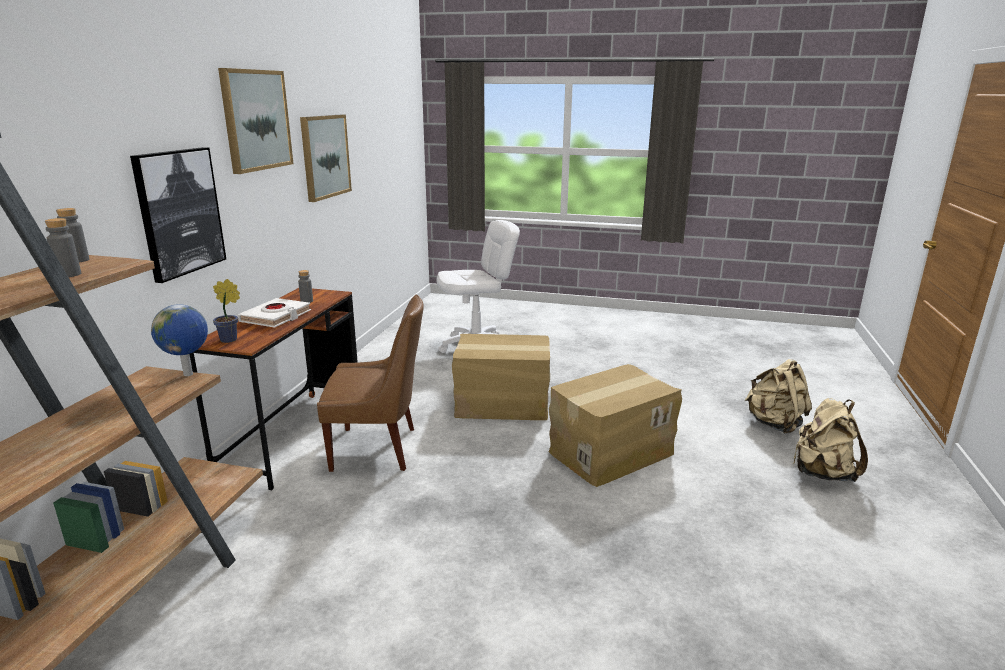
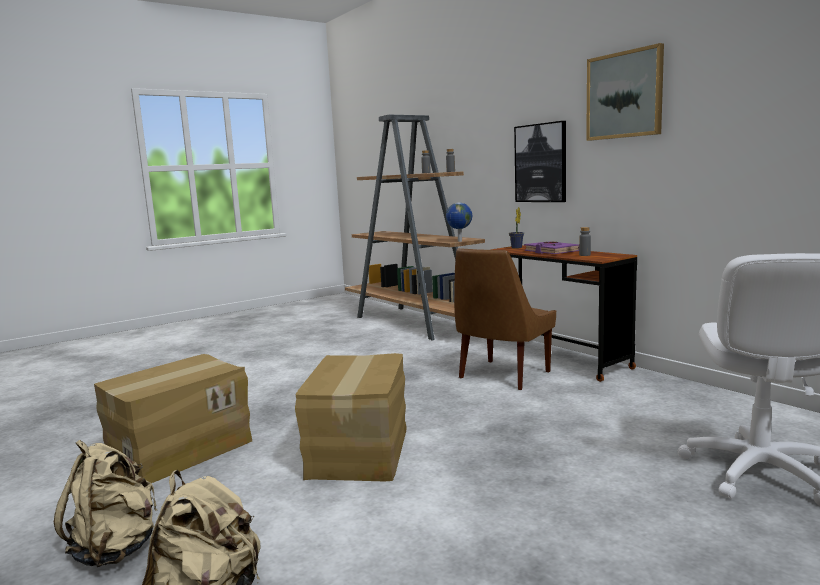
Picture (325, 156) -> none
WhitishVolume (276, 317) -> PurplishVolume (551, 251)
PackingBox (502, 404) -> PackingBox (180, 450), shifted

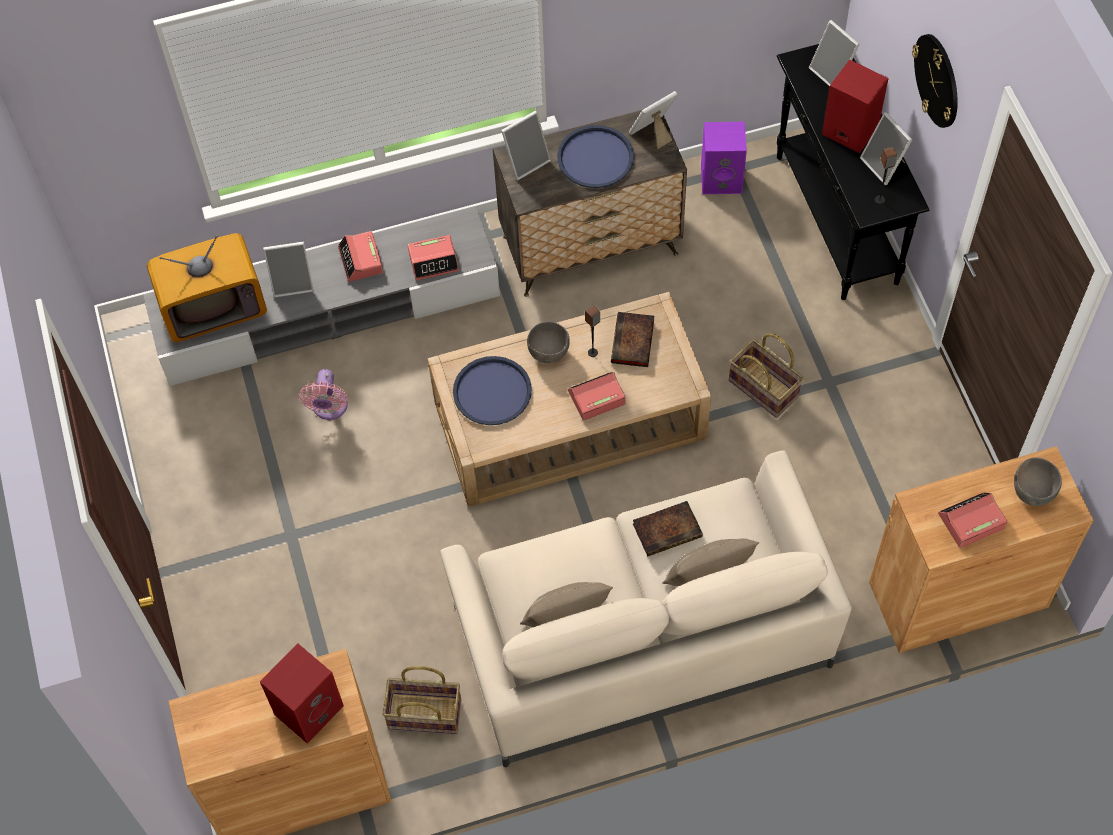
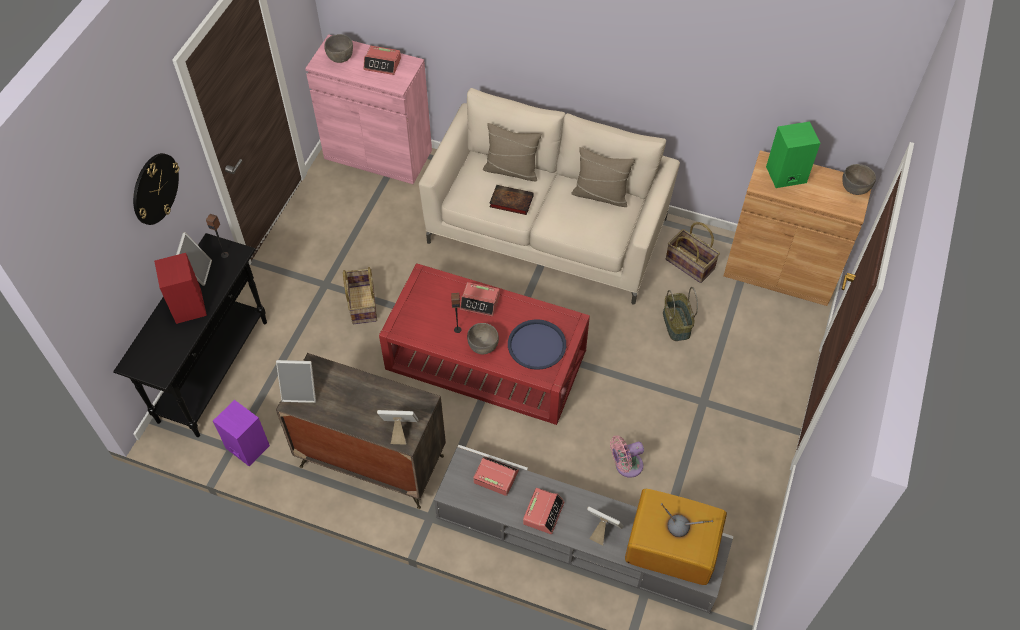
StandingFrame (833, 73) -> none
BluishServingTray (595, 157) -> none
SandColouredLowTable (570, 421) -> ReddishLowTable (486, 358)
Volume (633, 343) -> none
PinkColouredElectricFan (329, 408) -> PinkColouredElectricFan (626, 466), 150 degrees counterclockwise
BrownColouredCupboard (958, 595) -> PinkColouredCupboard (378, 154)
ReddishAudioSpeaker (309, 708) -> GreenishAudioSpeaker (785, 175)
none -> GrayDeepDish (854, 189)
none -> HouseholdBasket (675, 323)

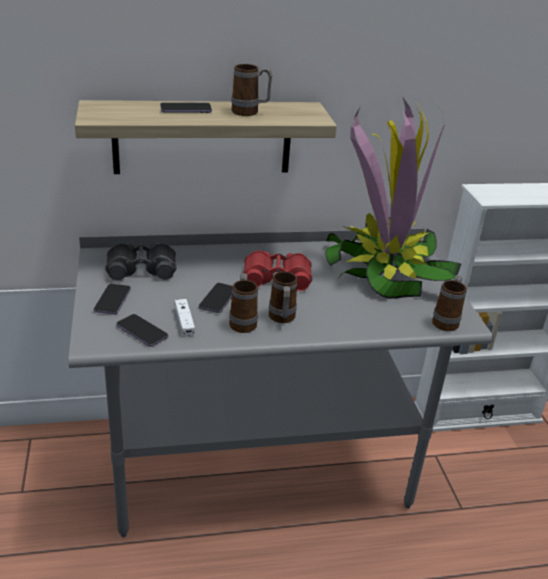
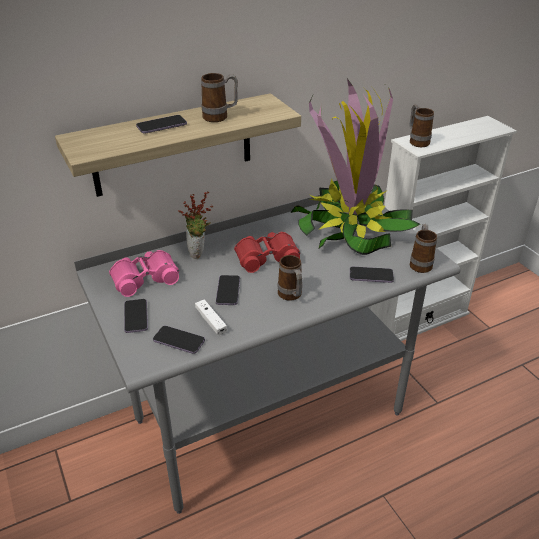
BlackBinoculars (141, 268) -> PinkColouredBinoculars (145, 278)
CoffeeMug (243, 321) -> CoffeeMug (417, 141), shifted
none -> Houseplant (199, 253)
none -> Handset (371, 276)

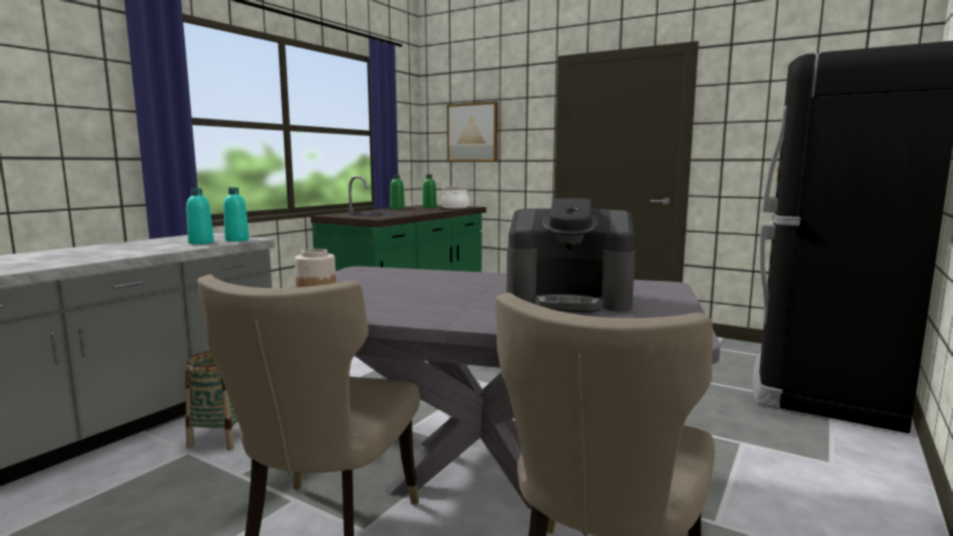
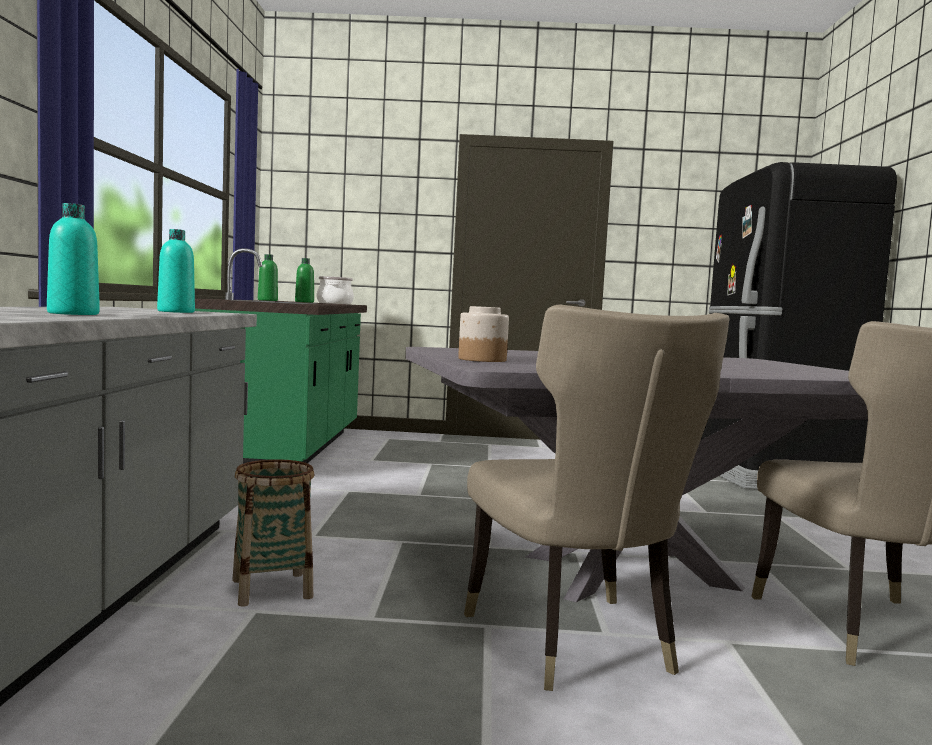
Picture (473, 132) -> none
TurquoiseDrinkBottle (237, 240) -> TurquoiseDrinkBottle (73, 314), shifted
CoffeeBrewer (569, 299) -> none

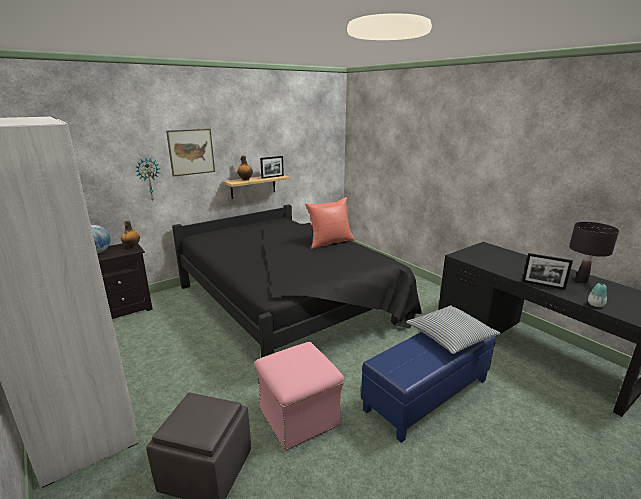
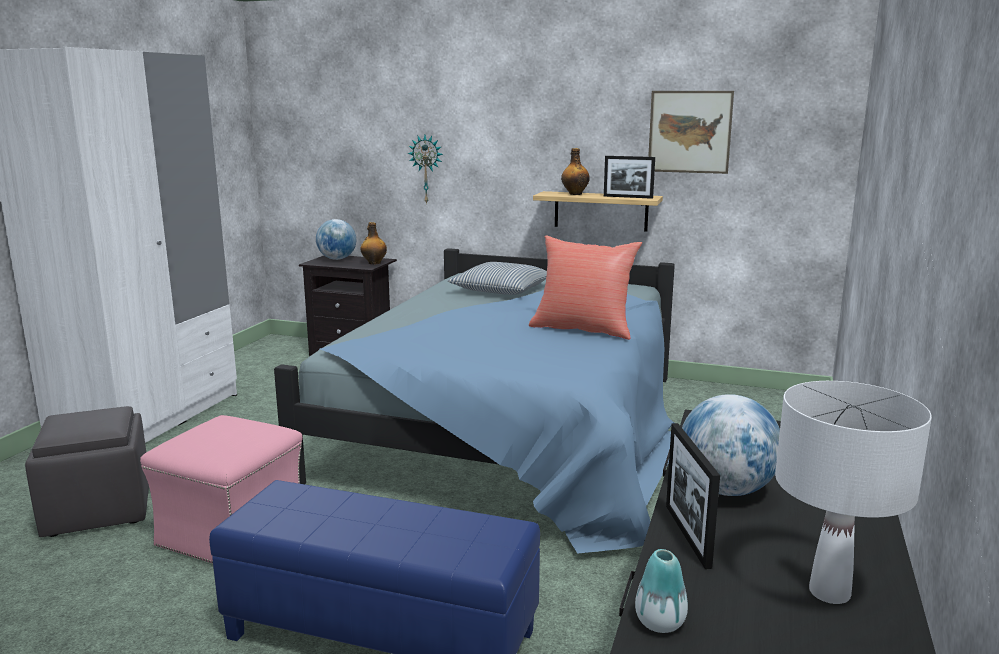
Picture (191, 152) -> Picture (689, 132), shifted
BlackSleepingBed (290, 303) -> BluishSleepingBed (515, 430)
BlackTabletopLamp (581, 281) -> WhitishTabletopLamp (829, 593)
Cushion (450, 336) -> Cushion (501, 290), shifted
none -> WorldGlobe (726, 490)

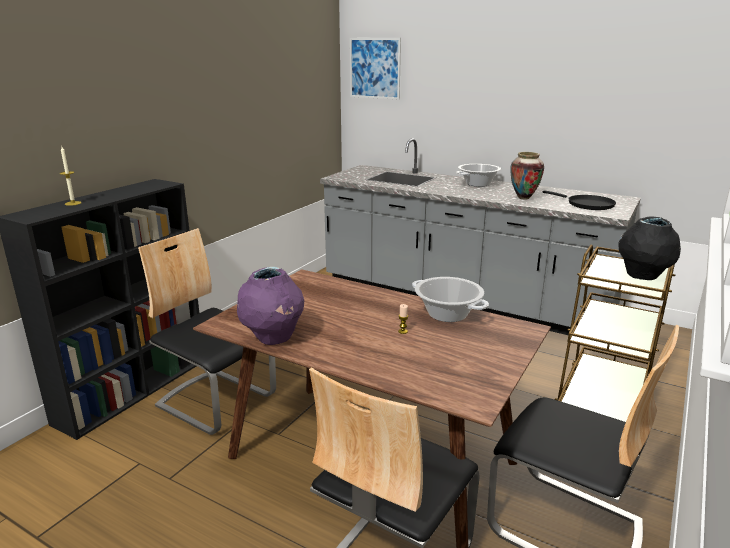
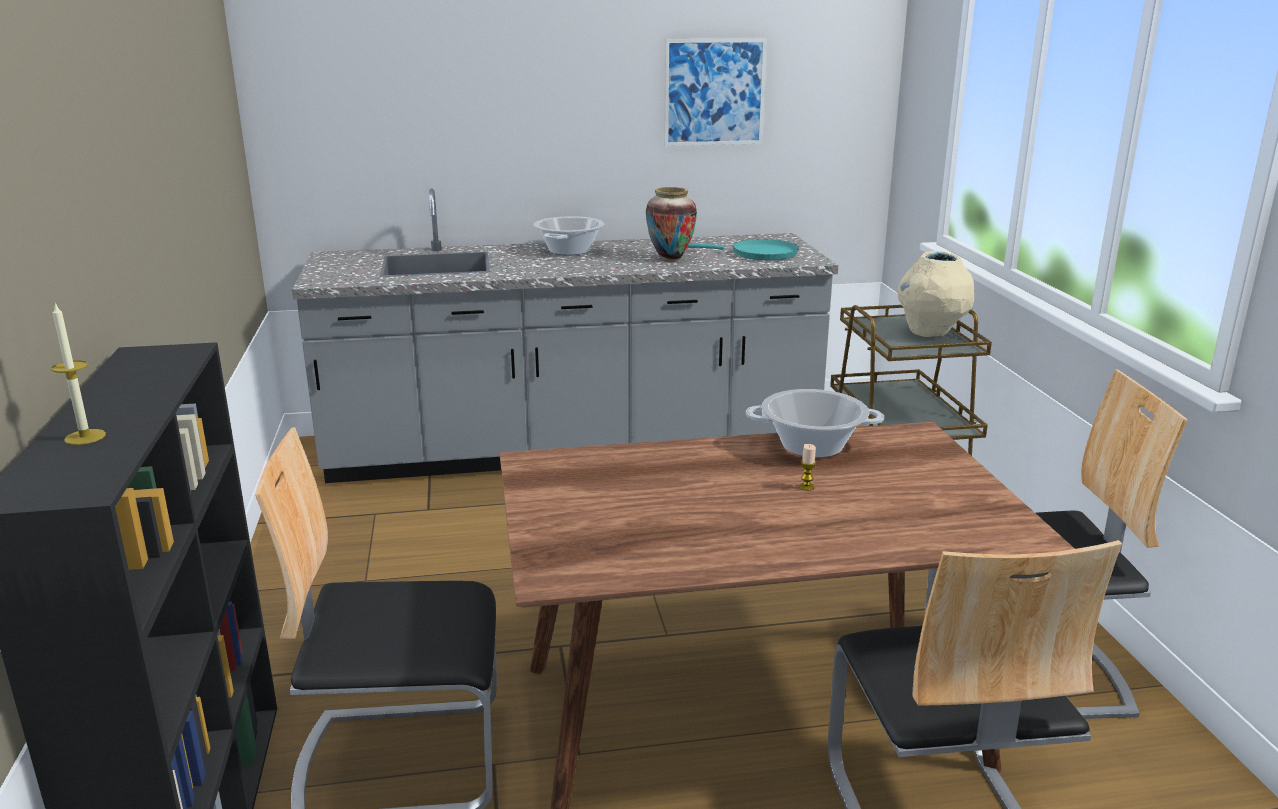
Picture (374, 68) -> Picture (714, 92), shifted
BlackPan (587, 204) -> TurquoisePan (759, 254)
BlackVase (643, 276) -> SandColouredVase (930, 333)
PurplishVase (273, 338) -> none

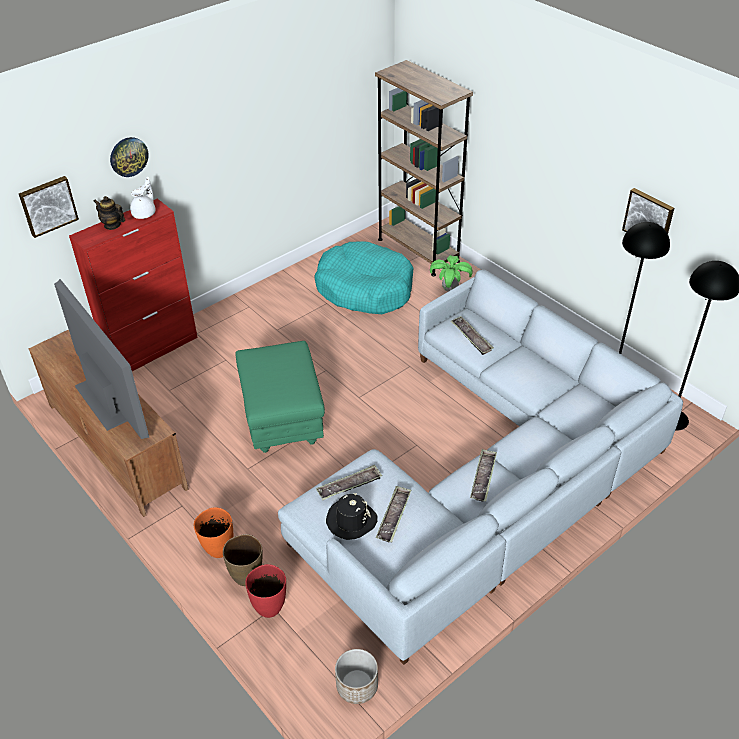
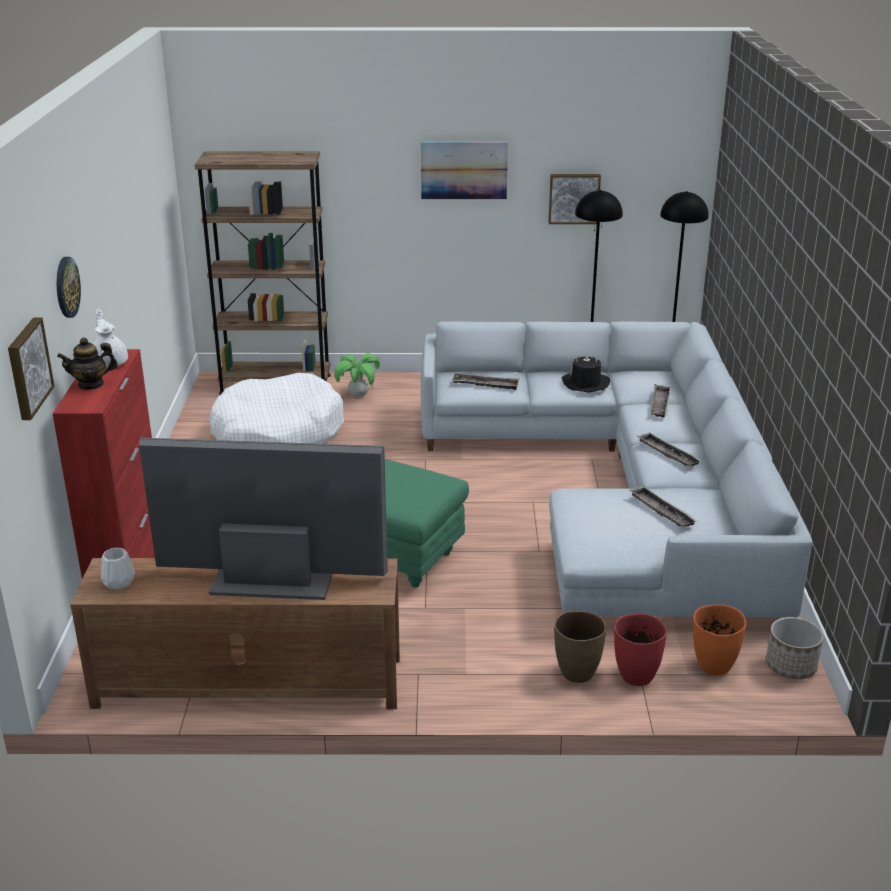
TurquoiseDogCushion (365, 288) -> WhitishDogCushion (277, 431)
ServingTray (349, 485) -> ServingTray (660, 404), shifted
BlackWearableHat (351, 520) -> BlackWearableHat (585, 383), shifted
OrangeColouredVase (218, 549) -> OrangeColouredVase (713, 666), shifted
none -> Picture (464, 170)
none -> WhitishVase (118, 583)

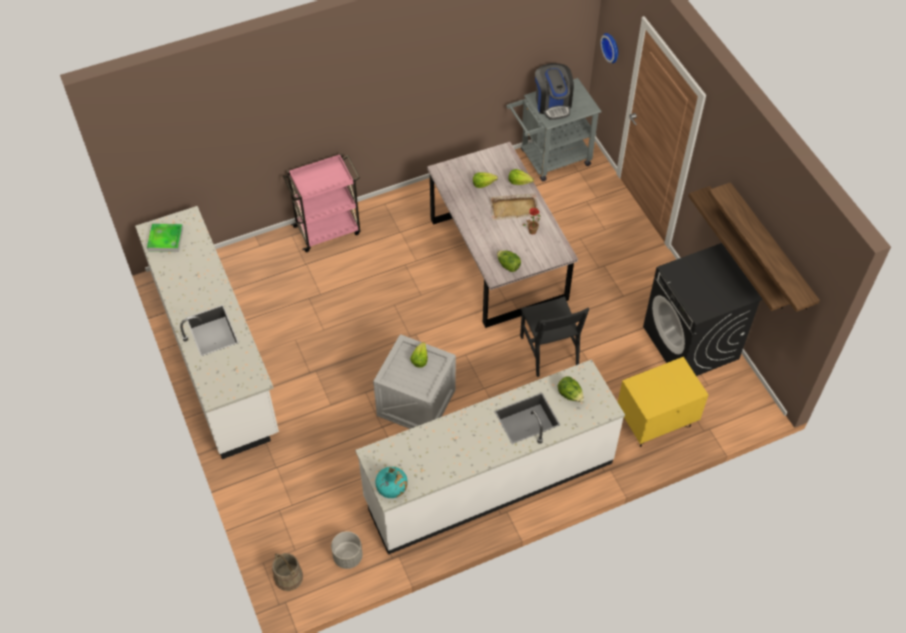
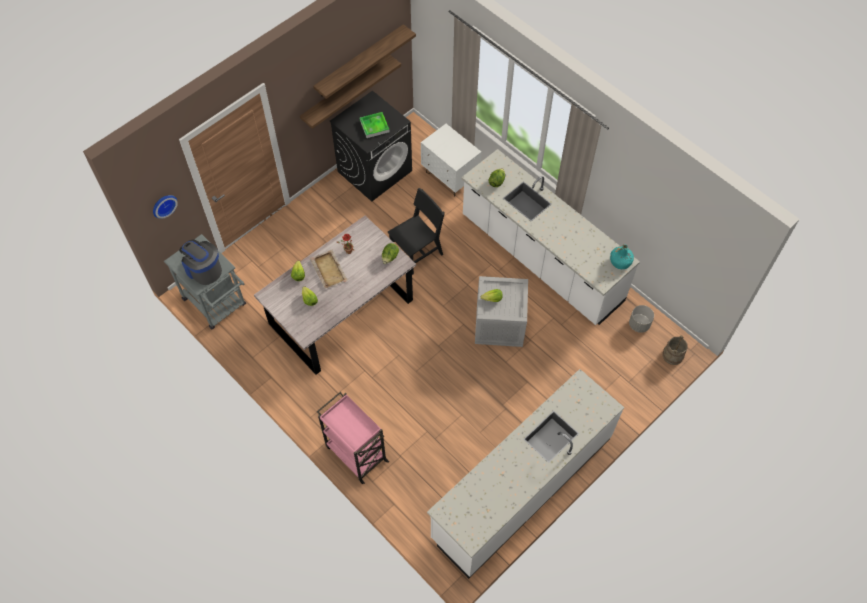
CoffeeBrewer (553, 104) -> CoffeeBrewer (203, 270), 105 degrees counterclockwise
ServingTray (165, 239) -> ServingTray (374, 126), shifted
YellowishBedsideTable (655, 422) -> WhitishBedsideTable (450, 177)

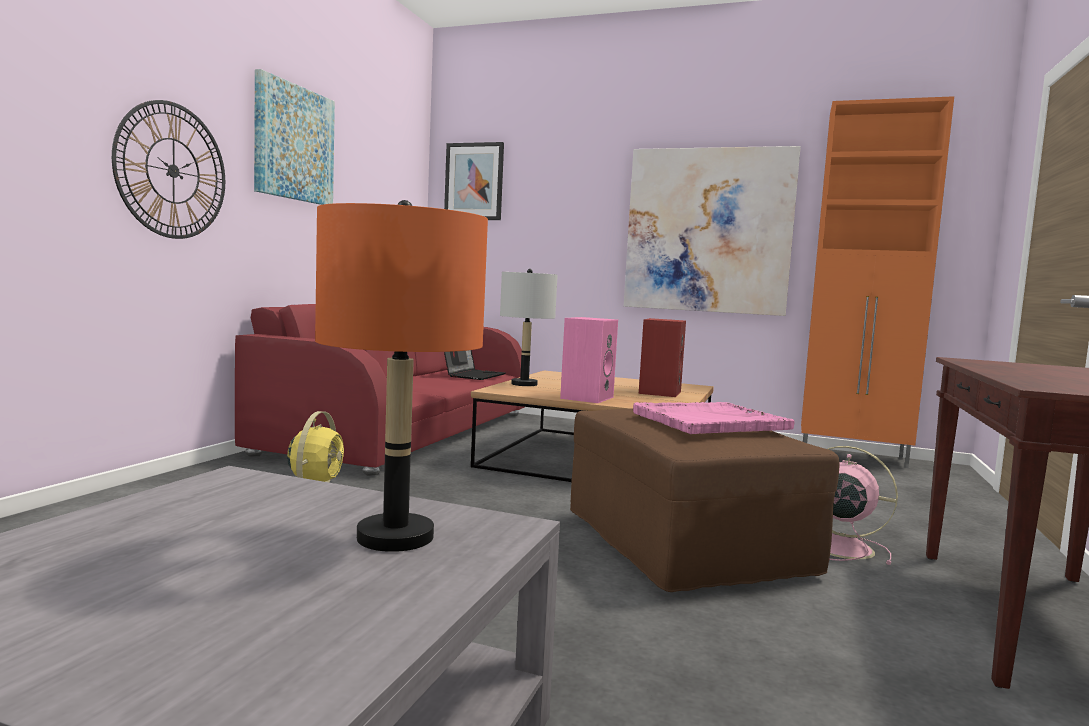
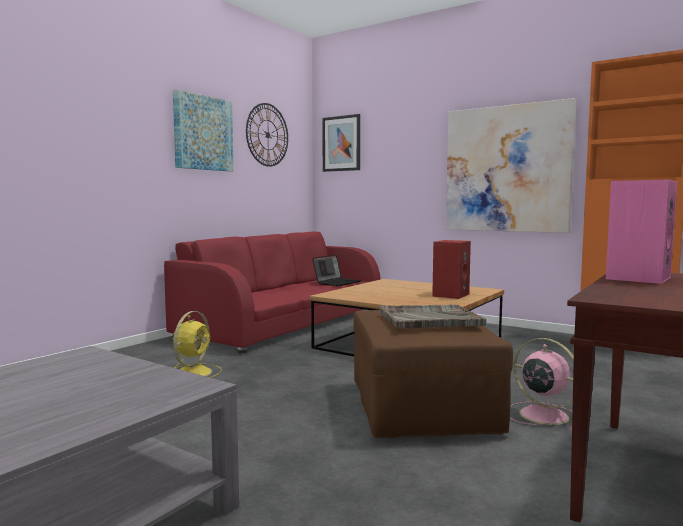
HangingClock (173, 171) -> HangingClock (267, 135), shifted
OrangeColouredTabletopLamp (395, 537) -> none
GrayTabletopLamp (524, 384) -> none
PinkColouredAudioSpeaker (586, 397) -> PinkColouredAudioSpeaker (637, 278), shifted
PinkColouredServingTray (709, 421) -> GrayServingTray (428, 319)

